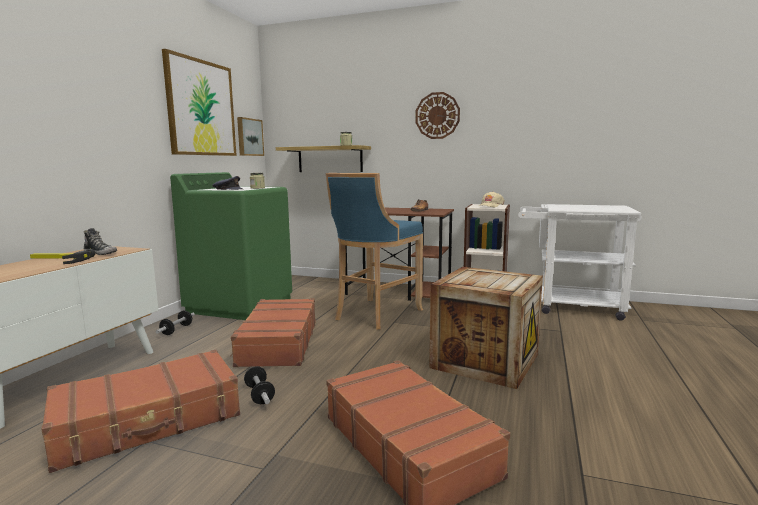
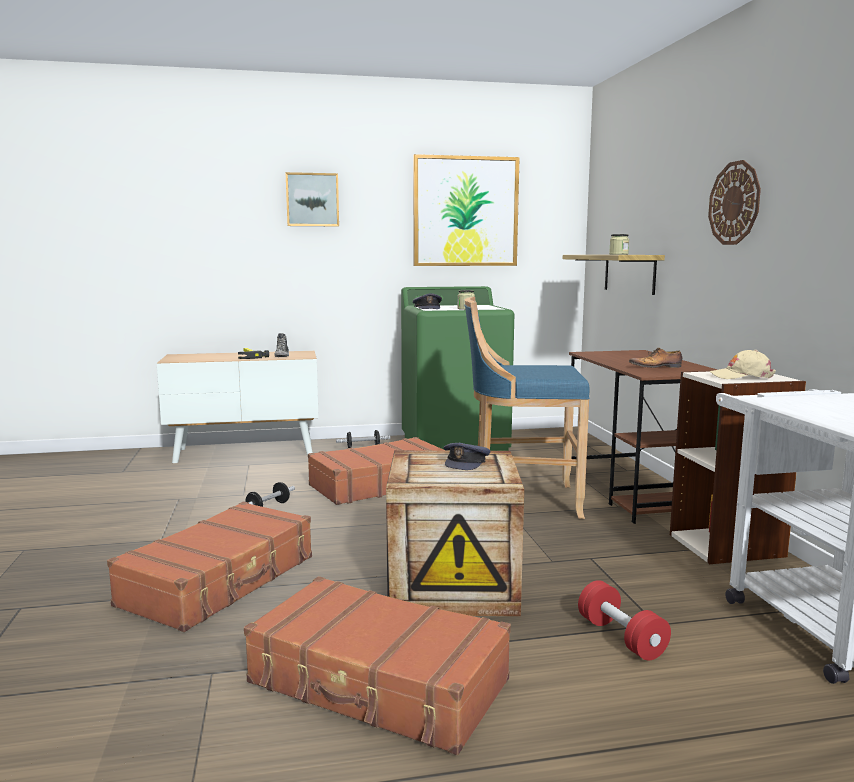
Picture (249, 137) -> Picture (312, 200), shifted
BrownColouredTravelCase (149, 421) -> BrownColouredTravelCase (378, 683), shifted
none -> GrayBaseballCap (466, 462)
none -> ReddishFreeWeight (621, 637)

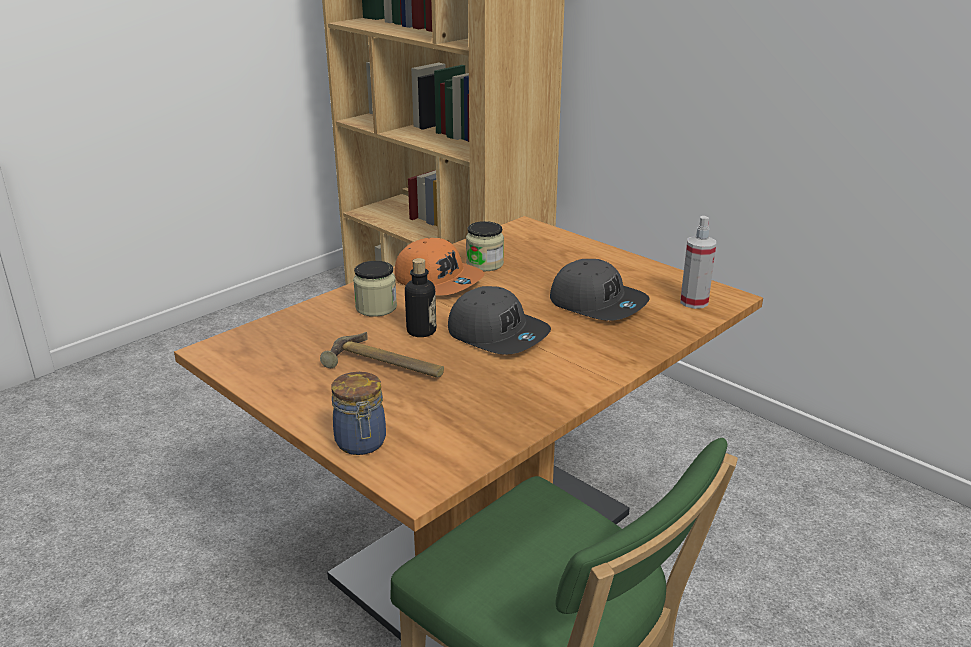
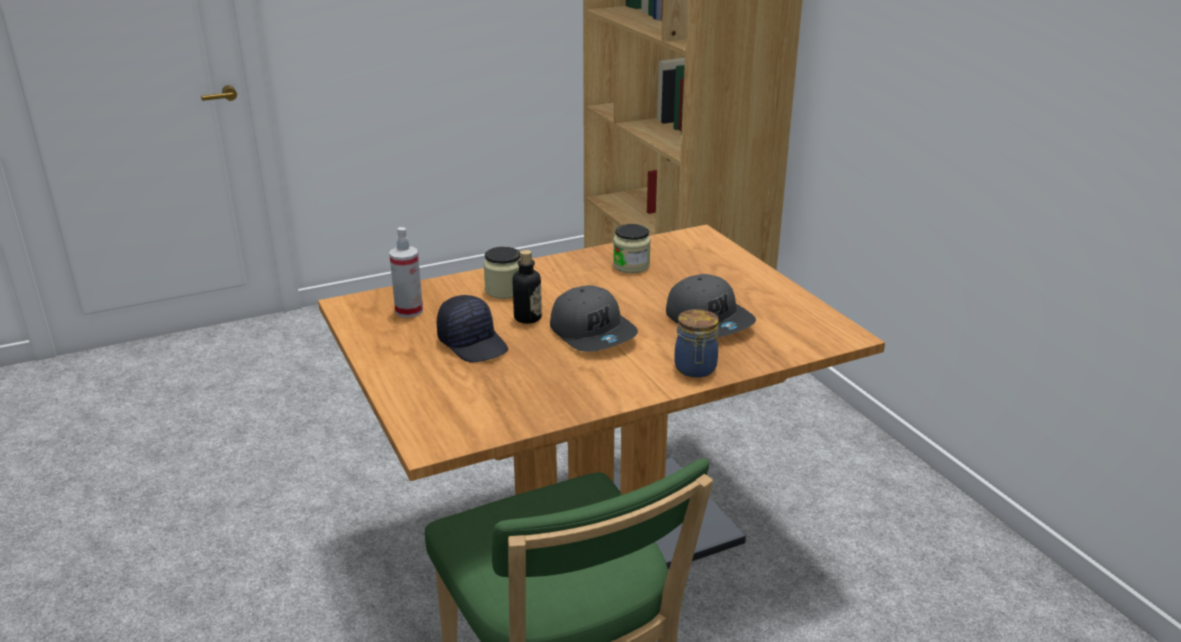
HandSprayer (694, 302) -> HandSprayer (409, 311), shifted
OrangeColouredBaseballCap (439, 280) -> none
Hammer (384, 367) -> BlackBaseballCap (473, 343)
Jar (361, 443) -> Jar (695, 369), shifted

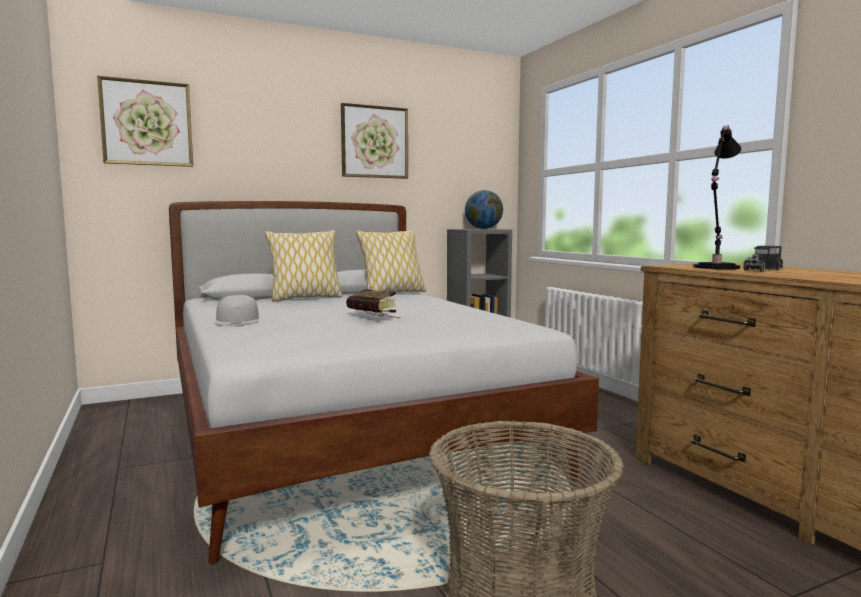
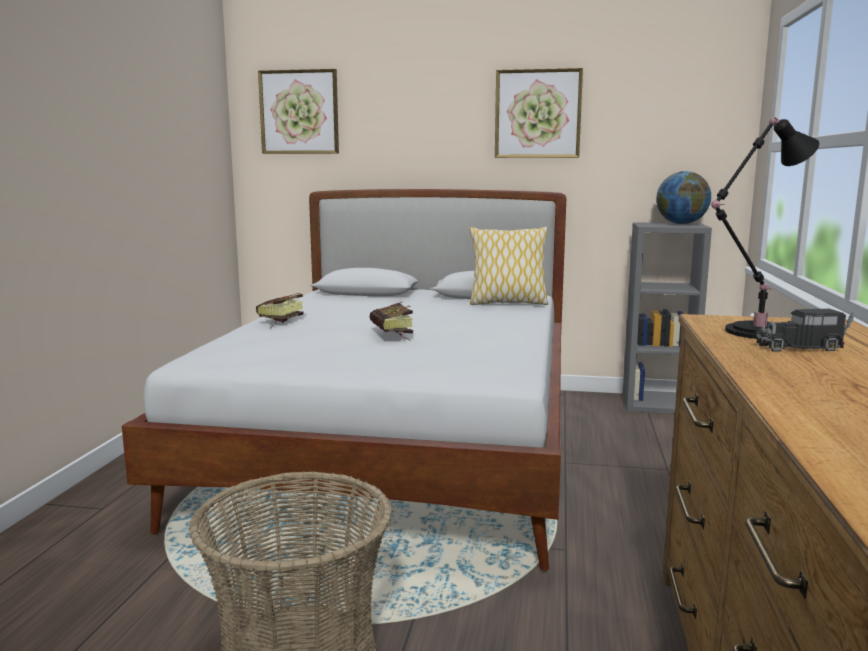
Cushion (305, 298) -> none
WhitishBaseballCap (238, 320) -> Volume (278, 322)

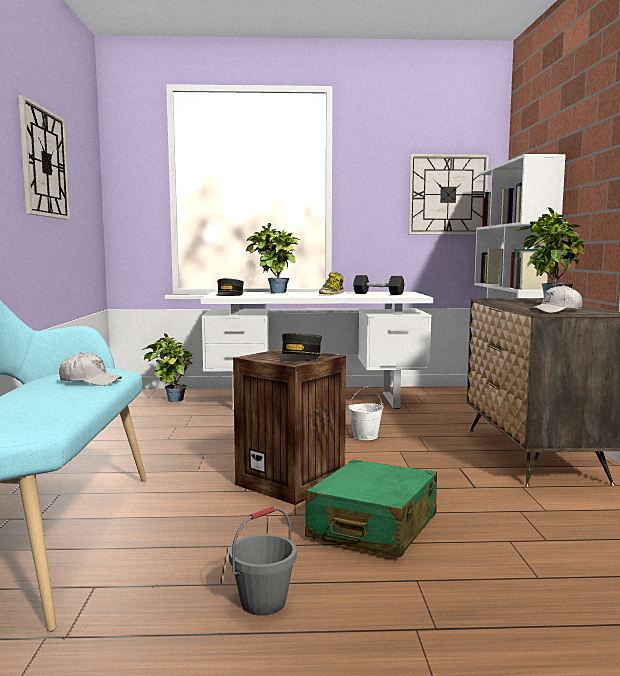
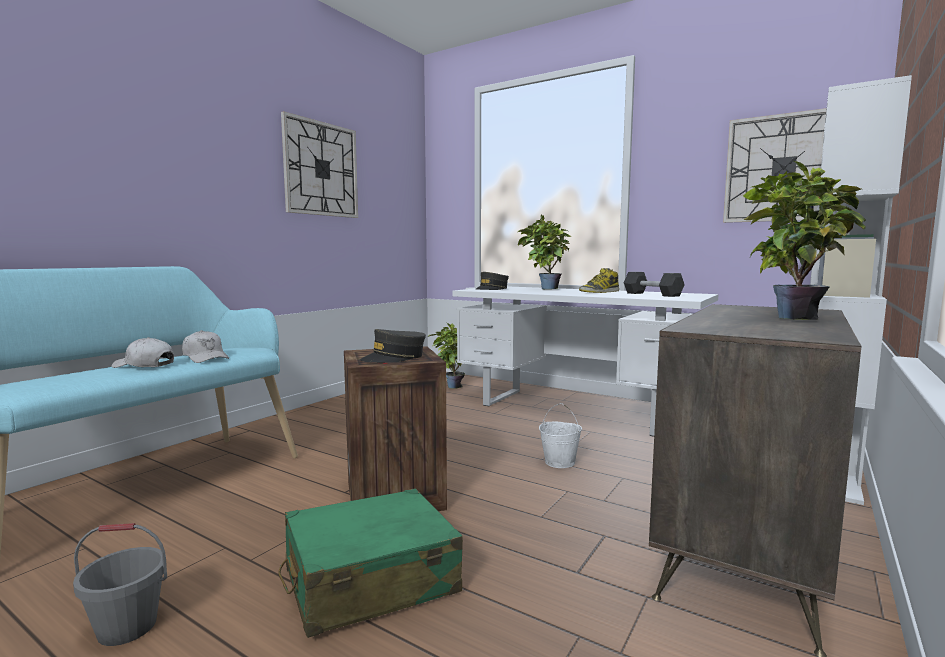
WhitishBaseballCap (556, 311) -> WhitishBaseballCap (144, 365), shifted

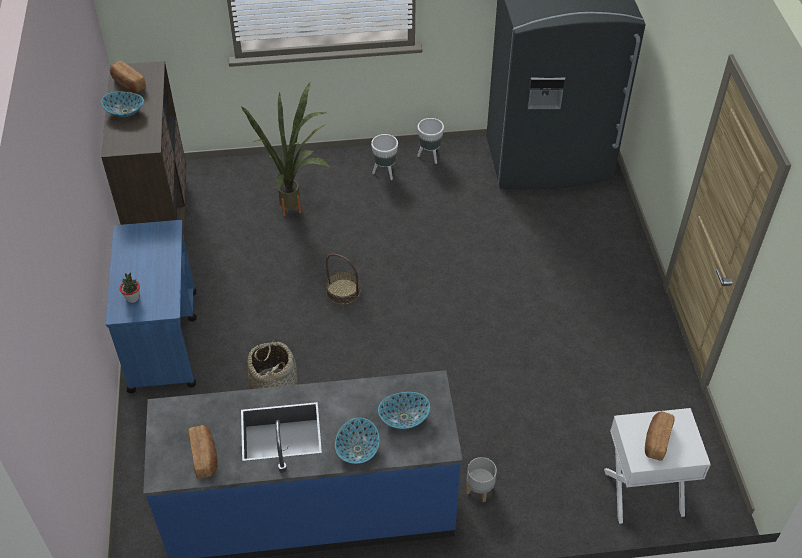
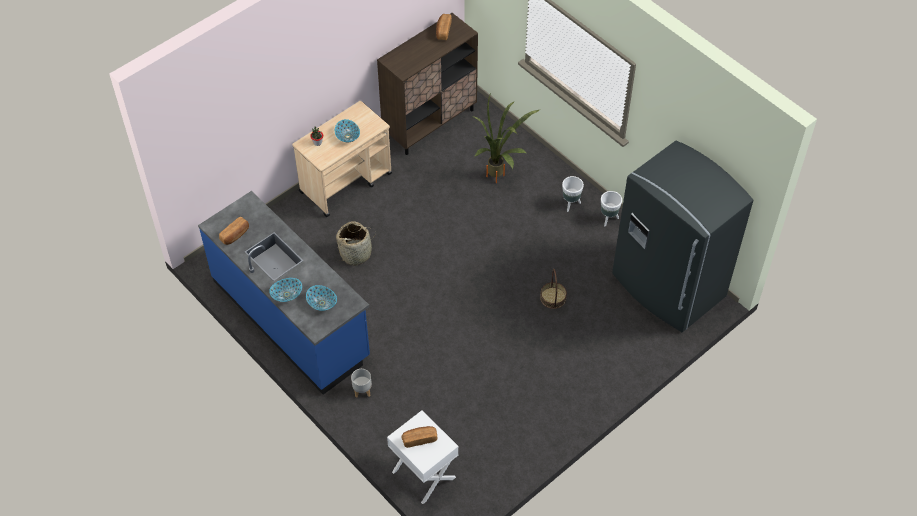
DeepDish (125, 111) -> DeepDish (348, 136), shifted
BluishCart (164, 340) -> SandColouredCart (346, 182)
HouseholdBasket (343, 291) -> HouseholdBasket (553, 298), shifted

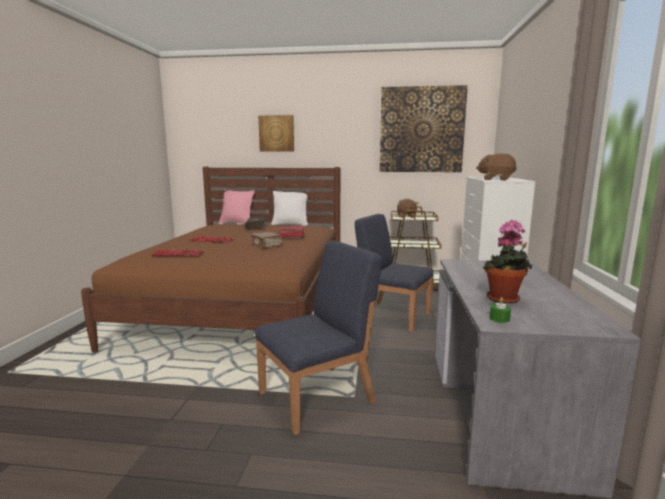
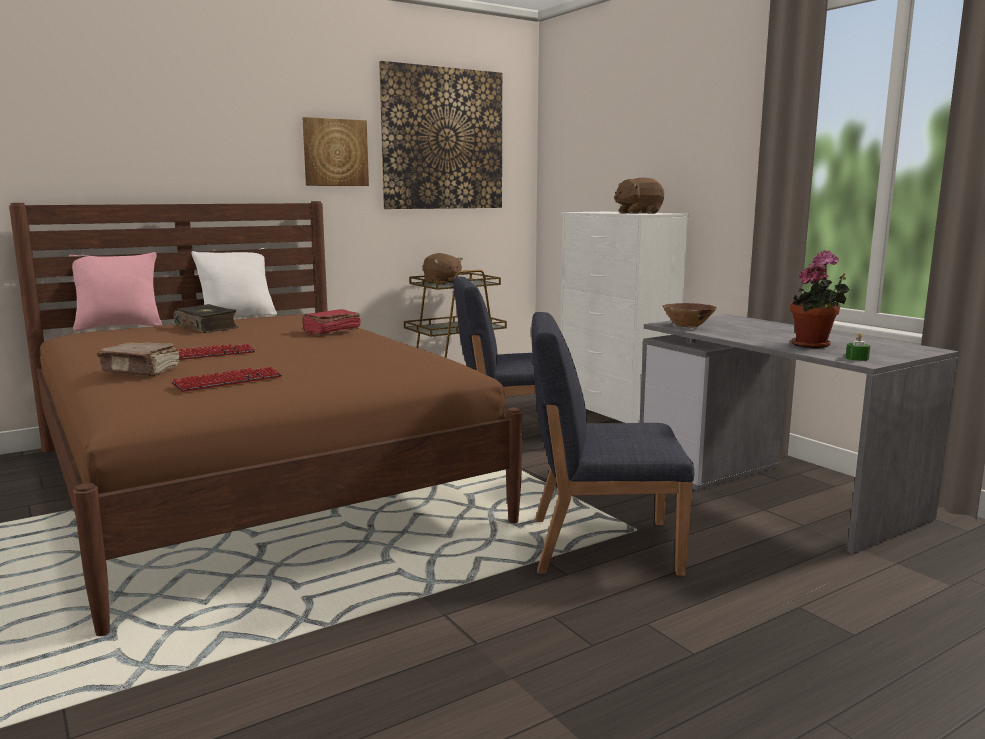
Picture (276, 133) -> Picture (335, 152), shifted
BrownColouredVolume (266, 245) -> BrownColouredVolume (141, 371), shifted
BluishPlainChair (318, 397) -> BluishPlainChair (601, 545), 105 degrees counterclockwise
none -> BrownColouredDeepDish (687, 326)

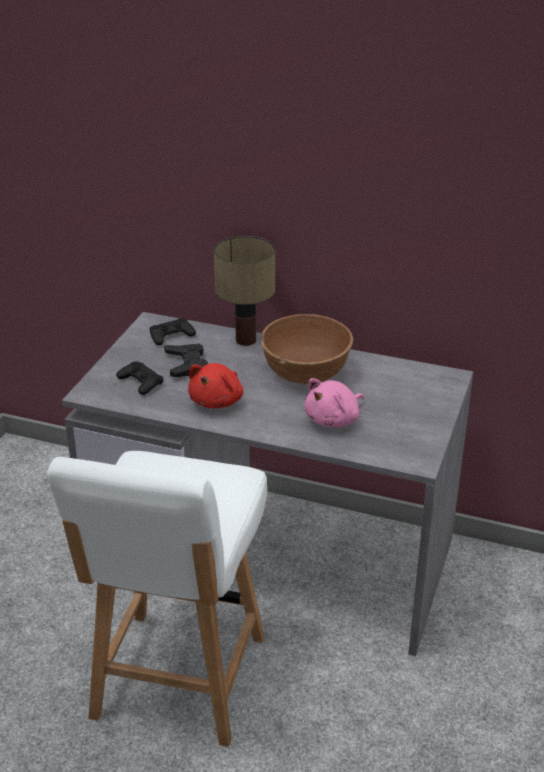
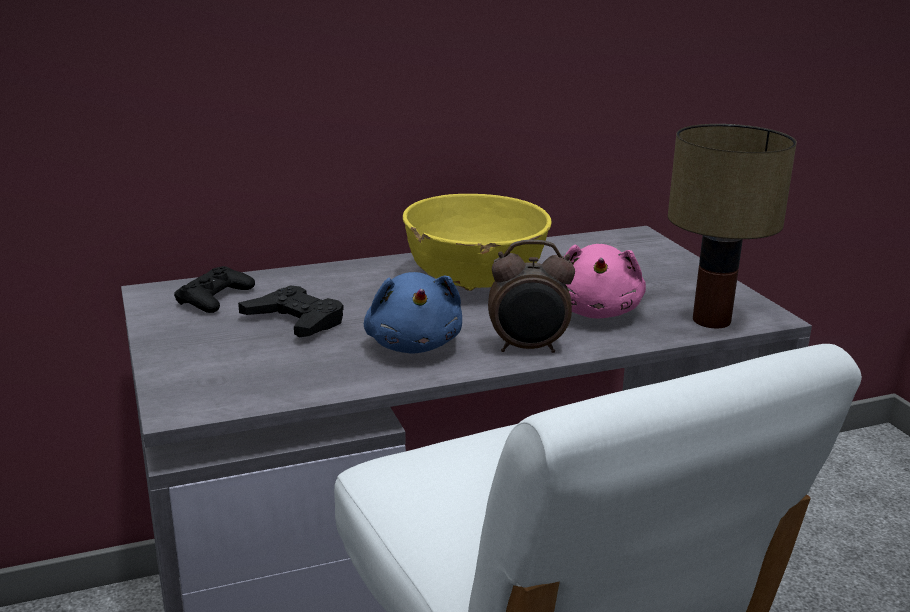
TabletopLamp (247, 340) -> TabletopLamp (712, 320), shifted
BrownColouredDeepDish (306, 373) -> YellowishDeepDish (475, 279)
BlackGamepad (140, 382) -> none
ReddishCuddlyToy (217, 401) -> BluishCuddlyToy (414, 344)
none -> TableClock (528, 348)

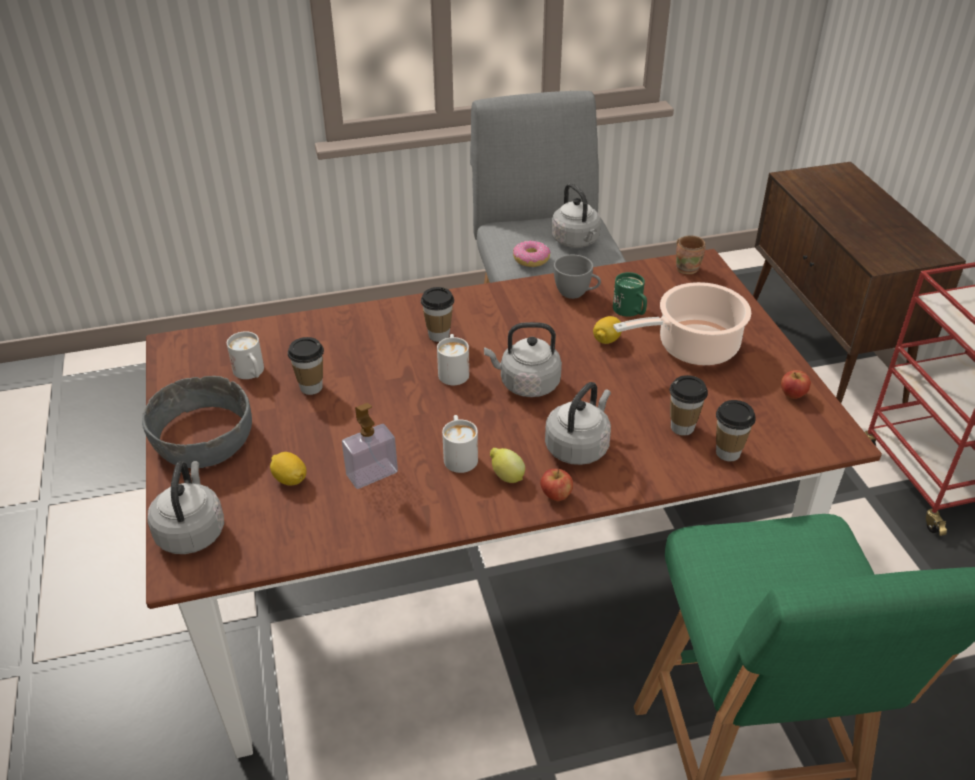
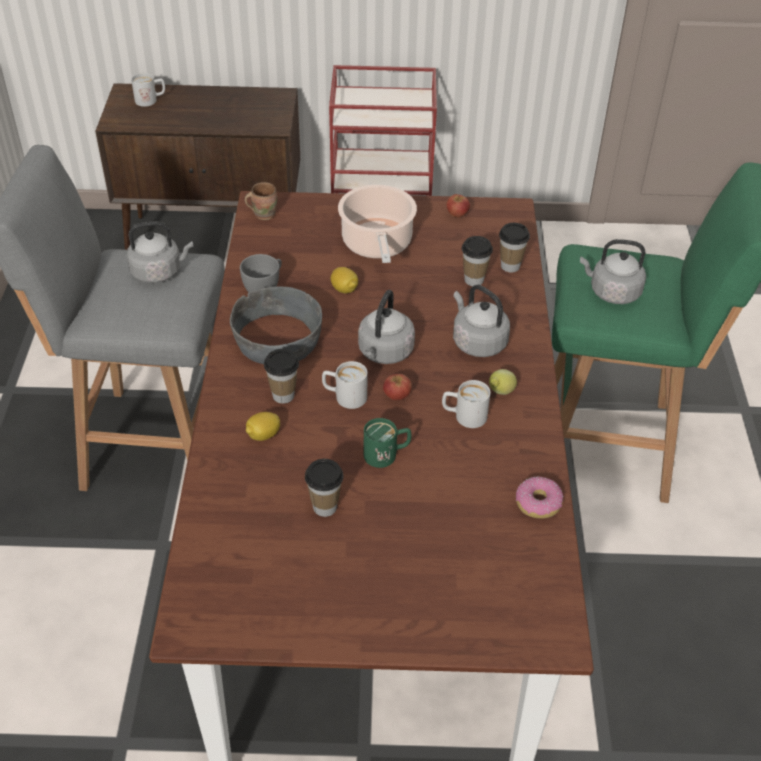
Doughnut (531, 259) -> Doughnut (538, 503), shifted
GreenishCoffeeMug (631, 312) -> GreenishCoffeeMug (387, 454), shifted
WhitishCoffeeMug (251, 373) -> WhitishCoffeeMug (150, 100), shifted
GrayDeepDish (203, 438) -> GrayDeepDish (279, 340), shifted
SoapDispenser (372, 474) -> none
CitrusFruit (290, 479) -> CitrusFruit (263, 435), shifted
GrayTeaKettle (191, 531) -> GrayTeaKettle (612, 292), shifted
AppleFruit (556, 495) -> AppleFruit (397, 396), shifted

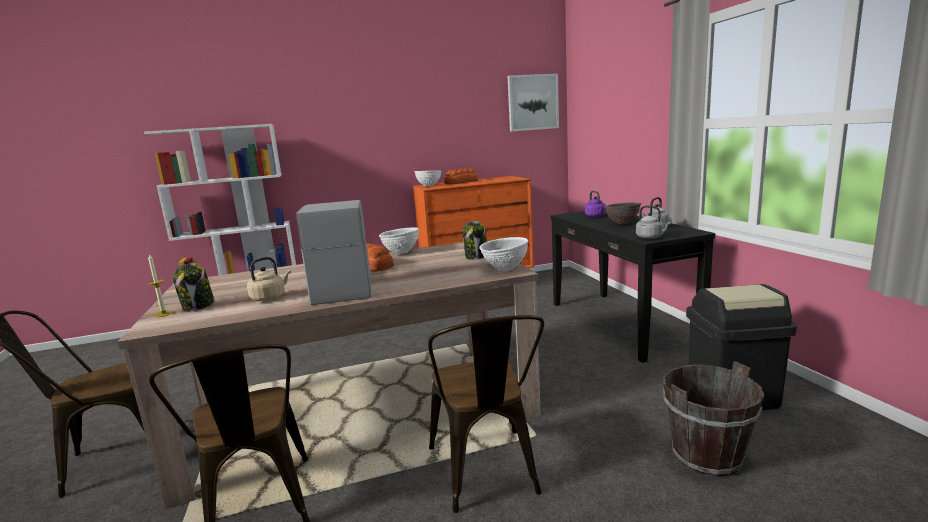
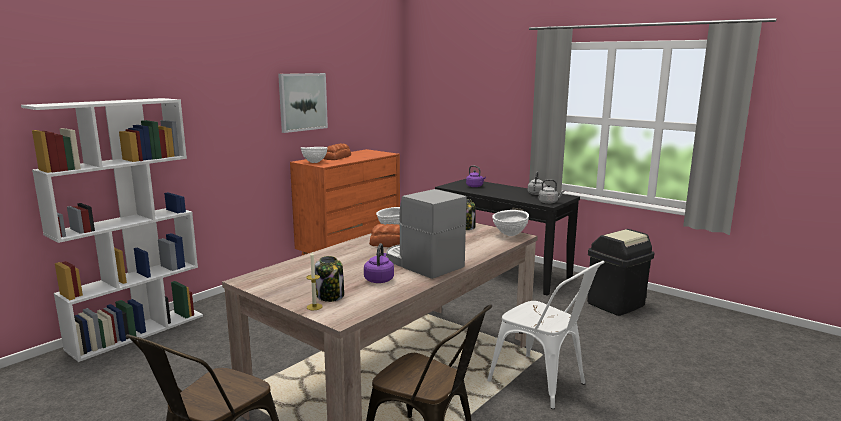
Picture (533, 102) -> Picture (302, 102), shifted
BrownColouredDeepDish (622, 223) -> none
SandColouredTeaKettle (270, 298) -> PurplishTeaKettle (379, 279)
BrownColouredPlainChair (487, 475) -> WhitishPlainChair (544, 384)
BrownColouredPail (707, 457) -> none

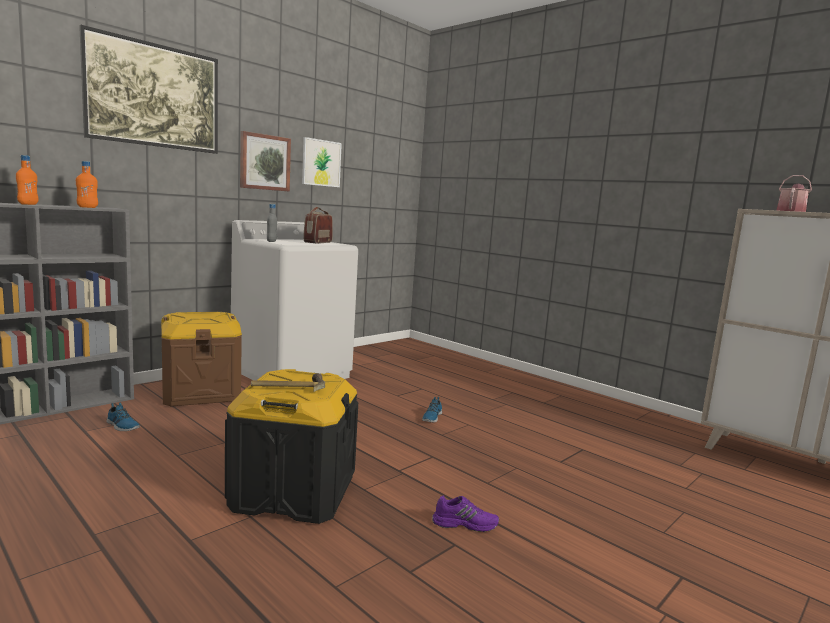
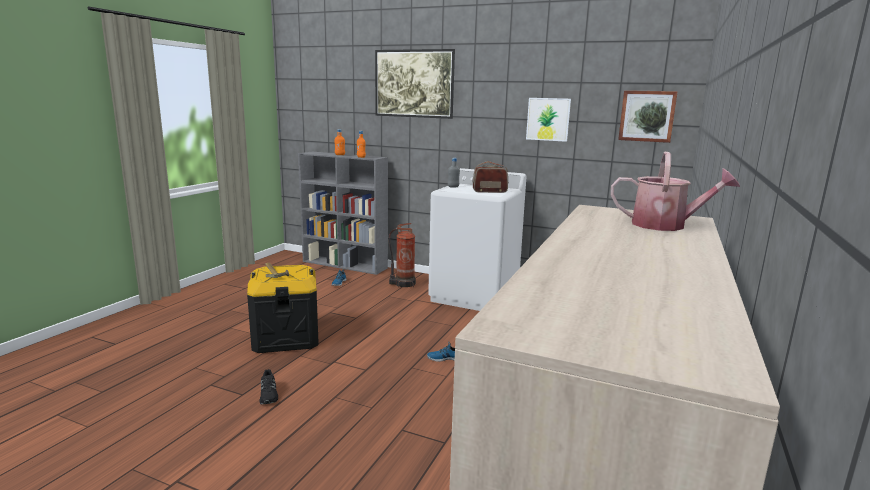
Picture (264, 162) -> Picture (647, 116), shifted
BrownColouredStorageContainer (200, 392) -> Extinguisher (403, 284)
PurplishShoe (465, 523) -> BlackShoe (269, 395)

